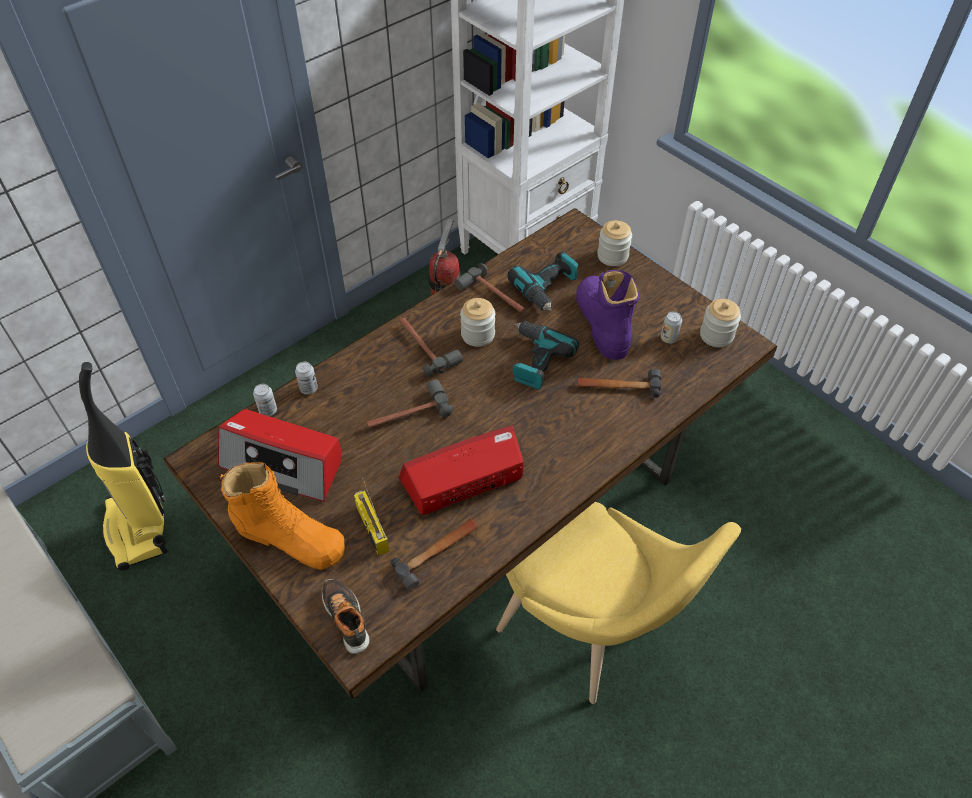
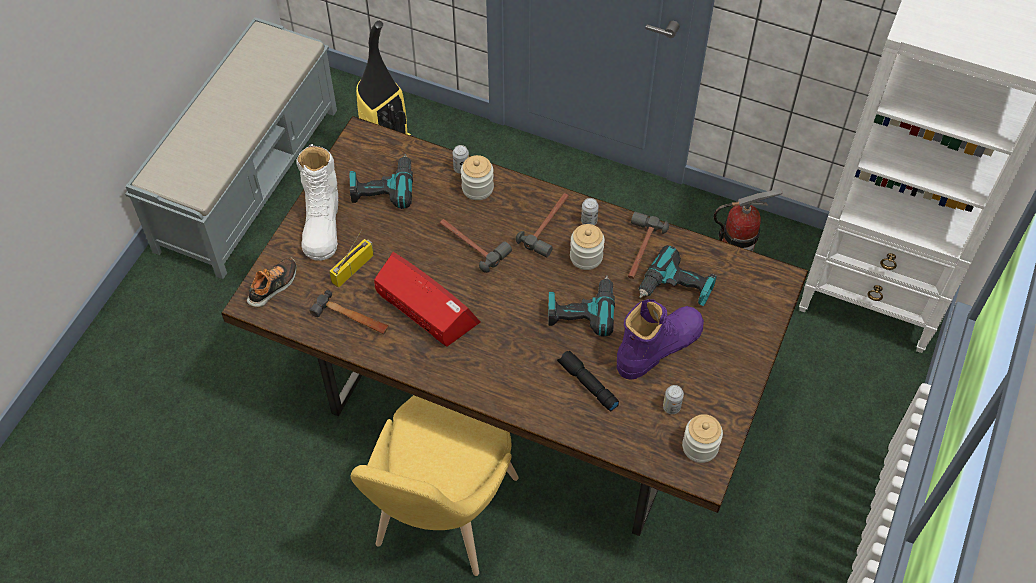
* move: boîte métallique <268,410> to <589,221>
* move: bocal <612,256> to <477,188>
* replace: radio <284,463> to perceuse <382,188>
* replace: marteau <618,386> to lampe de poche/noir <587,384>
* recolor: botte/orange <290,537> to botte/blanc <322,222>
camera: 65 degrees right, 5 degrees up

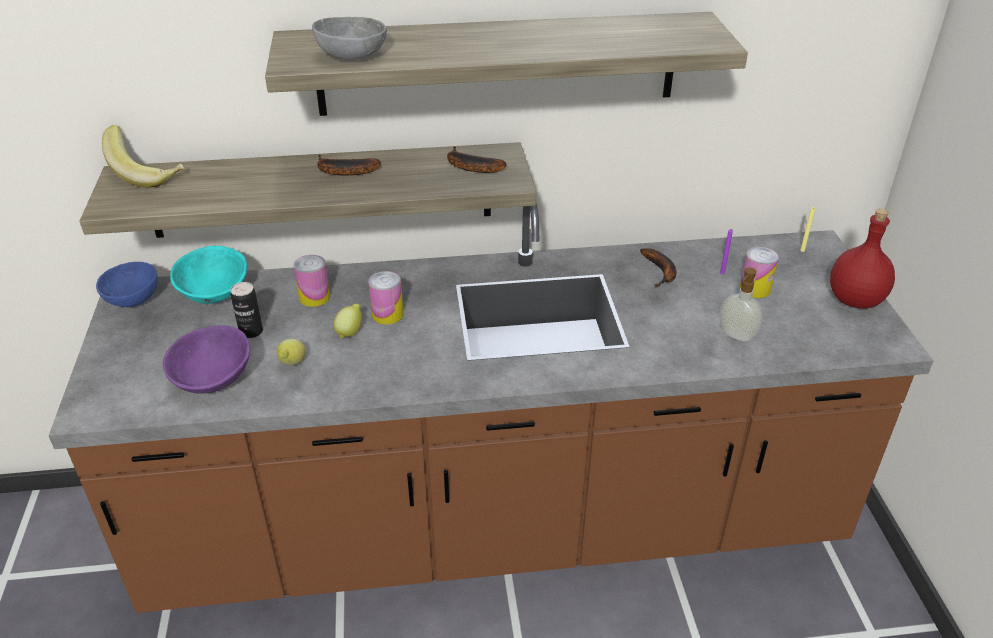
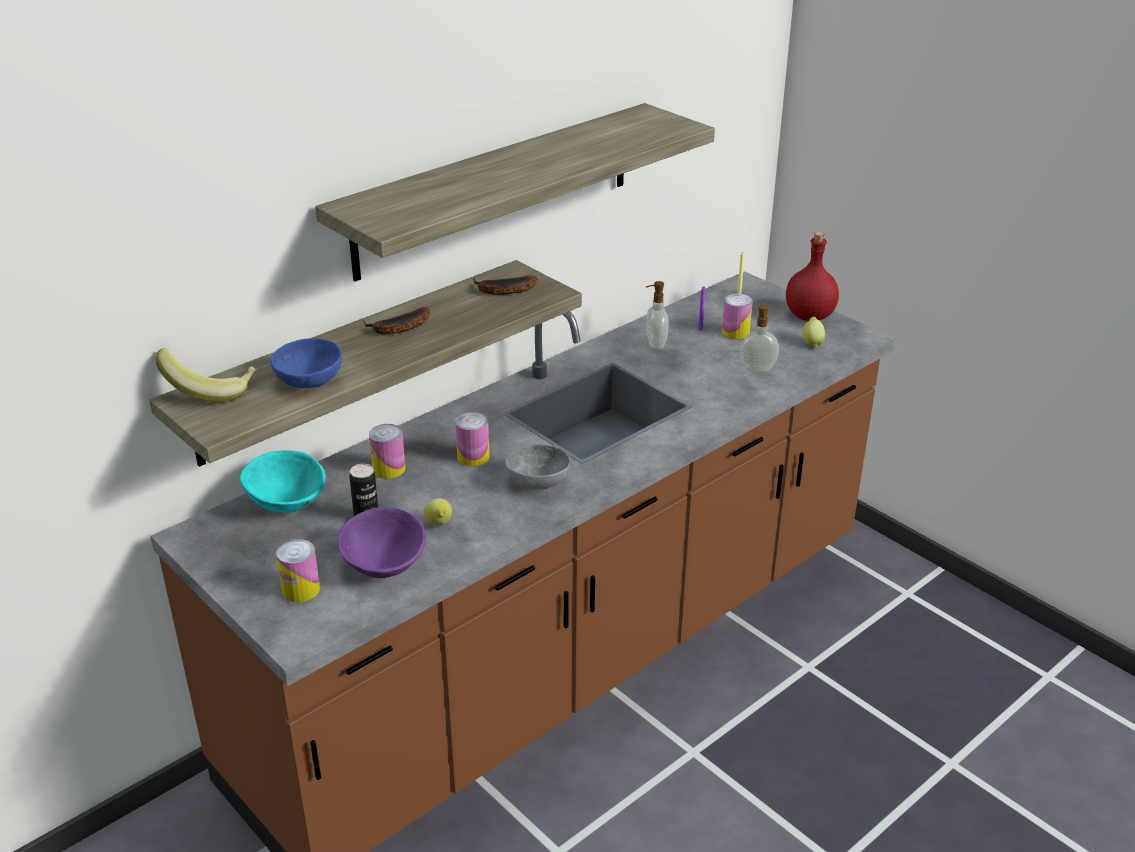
* insert: boîte métallique <301,589>
* move: bol/bleu <131,299> to <309,381>
* move: bol/gris <352,55> to <537,481>
* move: citron <350,332> to <812,343>
* replace: banane <661,271> to distributeur de savon <655,344>
camera: 35 degrees left, 5 degrees down

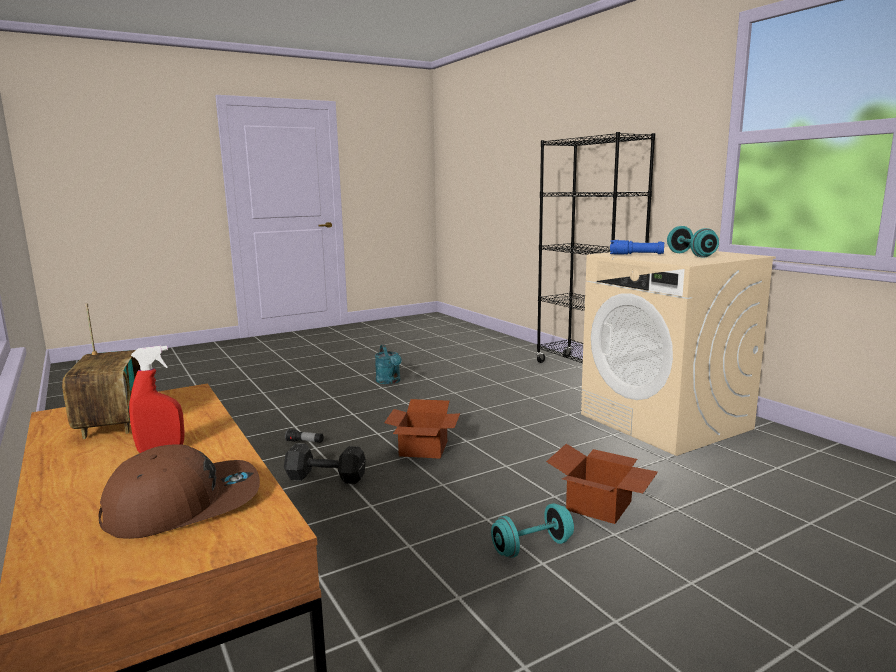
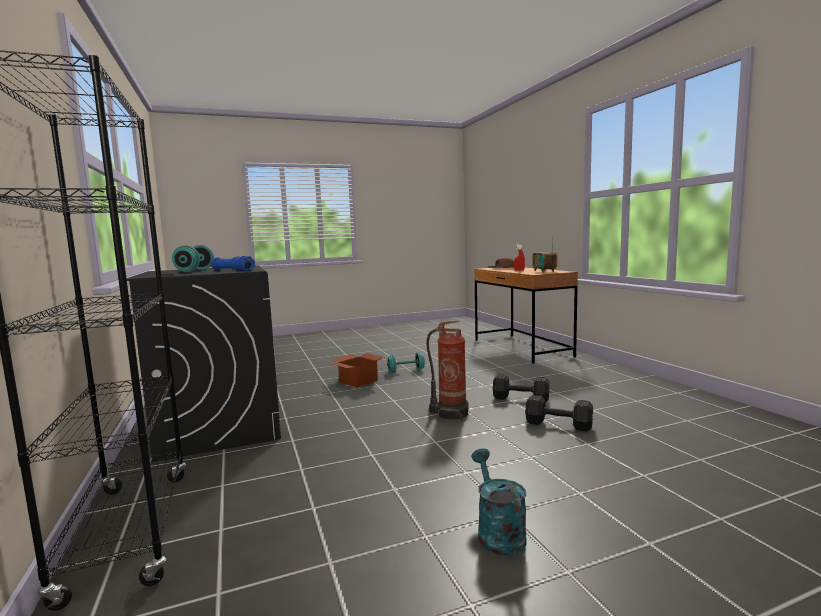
* replace: lampe de poche <305,442> to haltère/noir <560,425>
* replace: carton <422,449> to extincteur <451,413>
* recolor: lave-linge/beige <665,422> to lave-linge/noir <220,426>
camera: 170 degrees left, 5 degrees down

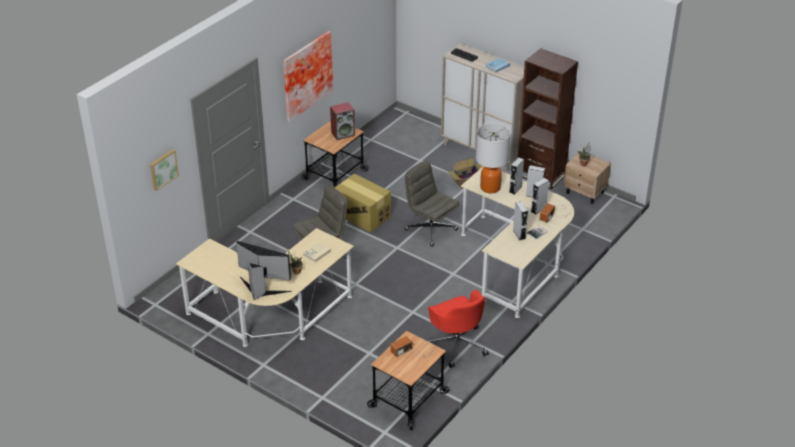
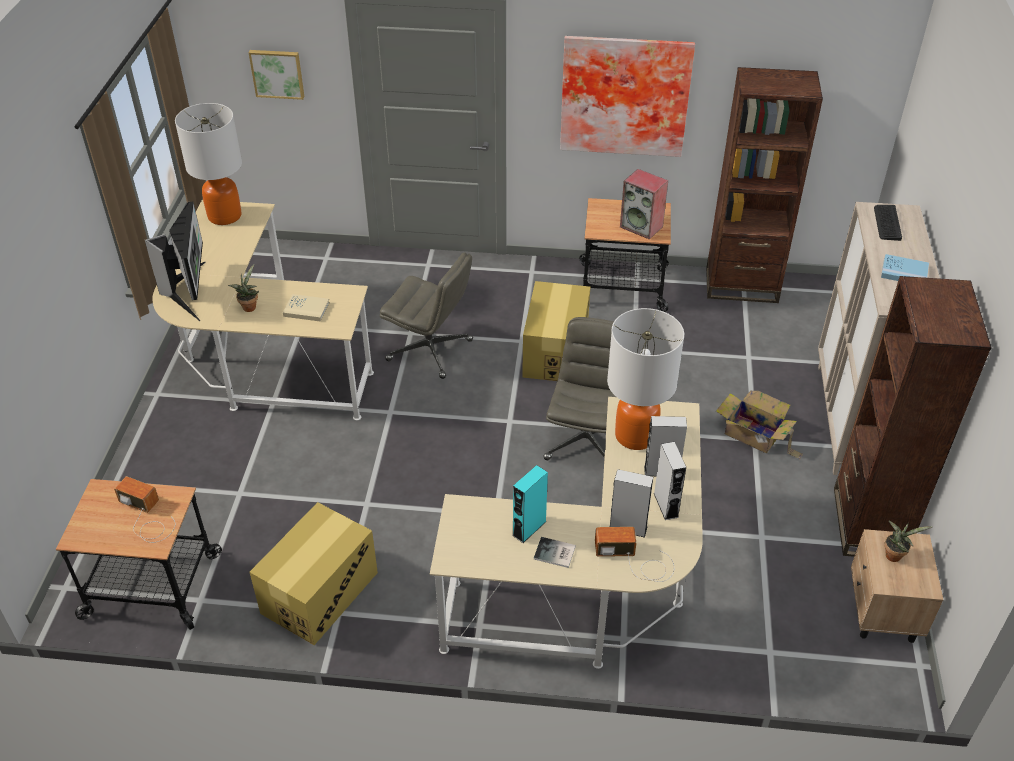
* insert: lampe de table <225,216>
* insert: bibliothèque/marron <741,285>
* replace: chaise de bureau/rouge <456,344> to carton <319,593>
* recolor: enceinte/gris <519,234> to enceinte/turquoise <529,528>
camera: 60 degrees right, 5 degrees up

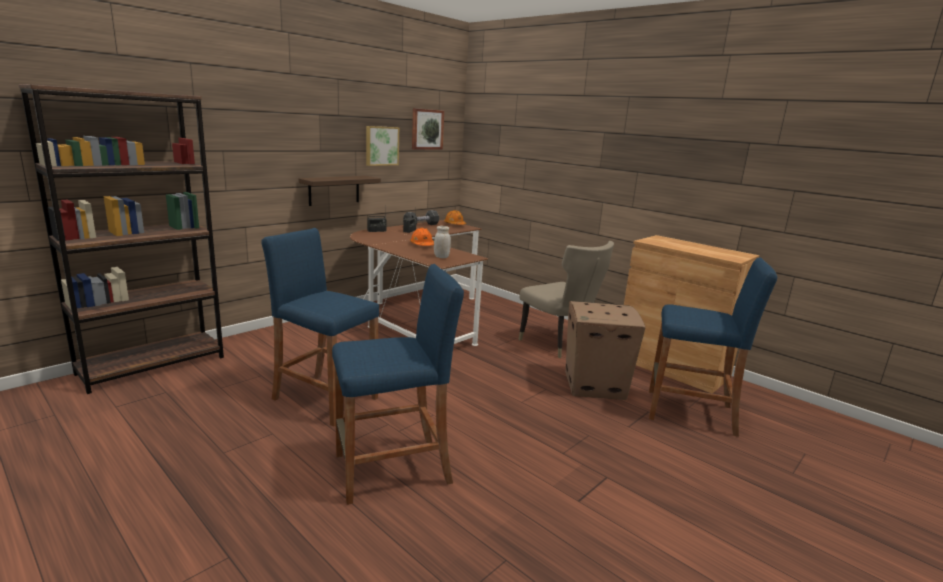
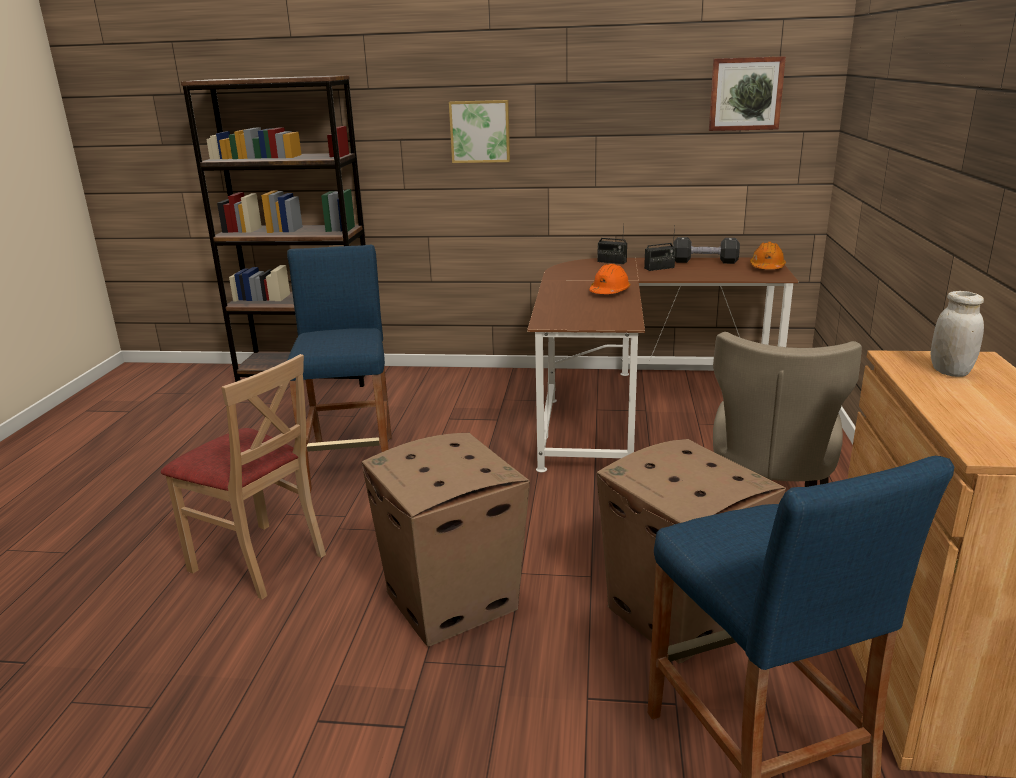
* delete: étagère <334,190>
* insert: carton <452,601>
* move: tableau <381,146> to <480,131>
* move: bocal/blanc <441,257> to <950,372>
* replace: tabouret/bleu <392,469> to chaise/beige <259,560>
camera: 55 degrees right, 5 degrees up

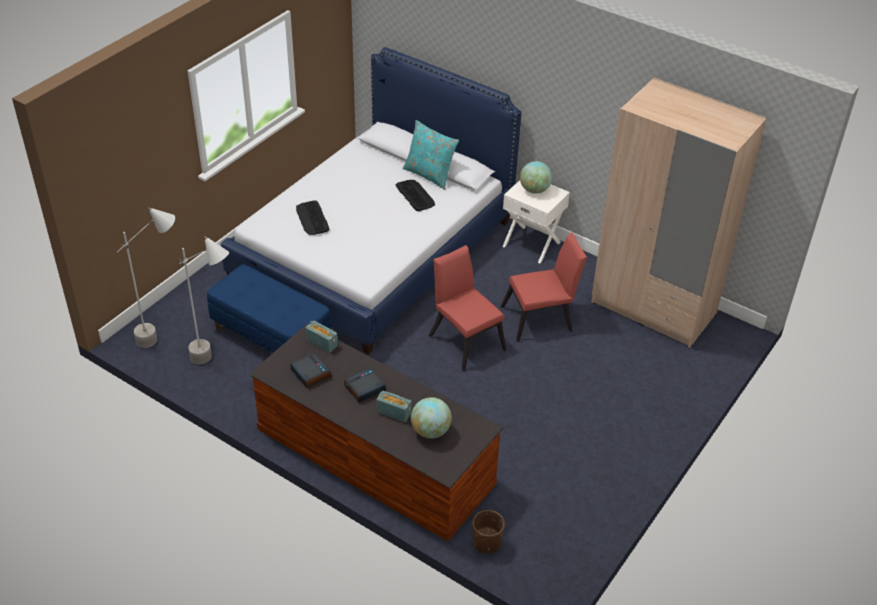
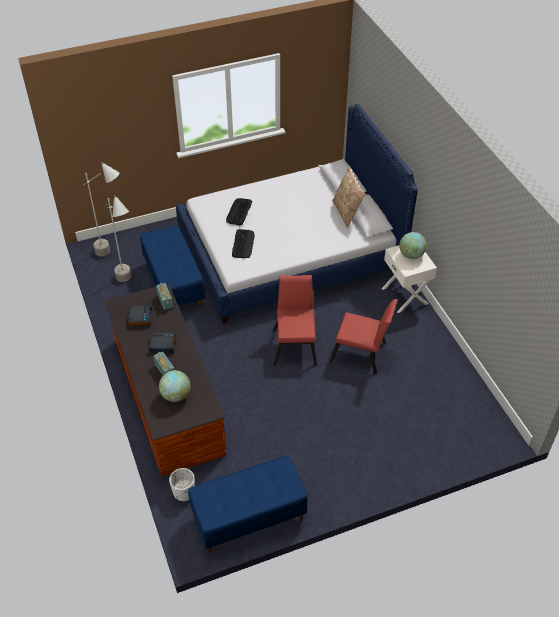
* delete: armoire/beige <653,308>
* insert: banc/bleu <248,517>
* move: clavier <415,195> to <243,244>
* recolor: coussin/turquoise <429,175> to coussin/beige <347,212>
* recolor: cache-pot/marron <486,543> to cache-pot/blanc <184,492>
camera: 35 degrees right, 5 degrees up

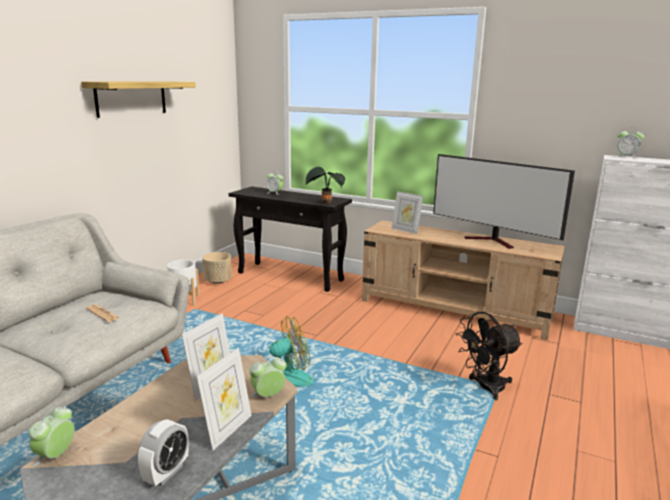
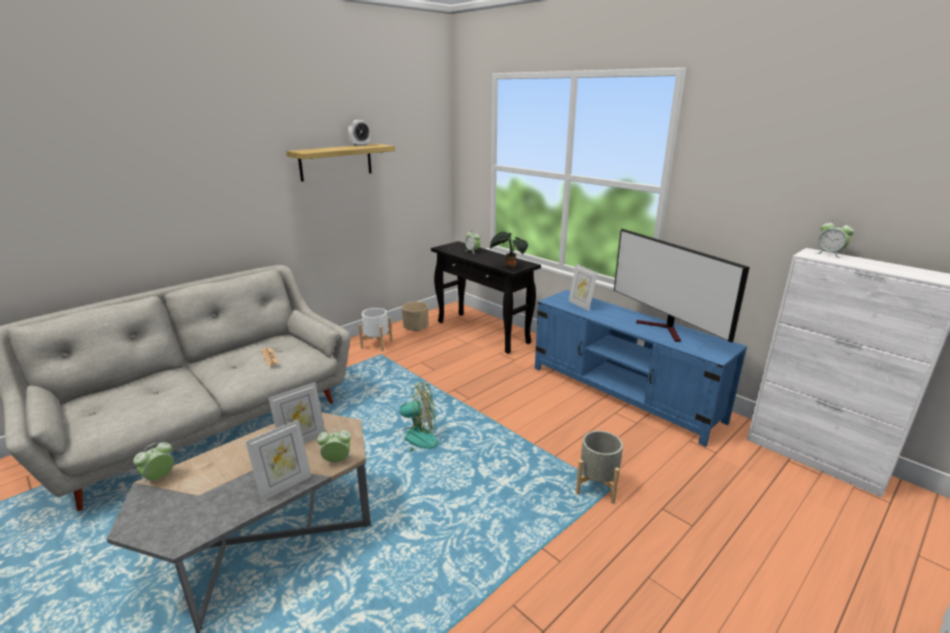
* move: réveil <166,473> to <360,145>
* replace: ventilateur/noir <485,387> to cache-pot/gris <597,486>
* recolor: meuble télé/beige <454,310> to meuble télé/bleu <623,394>
camera: 20 degrees right, 5 degrees up

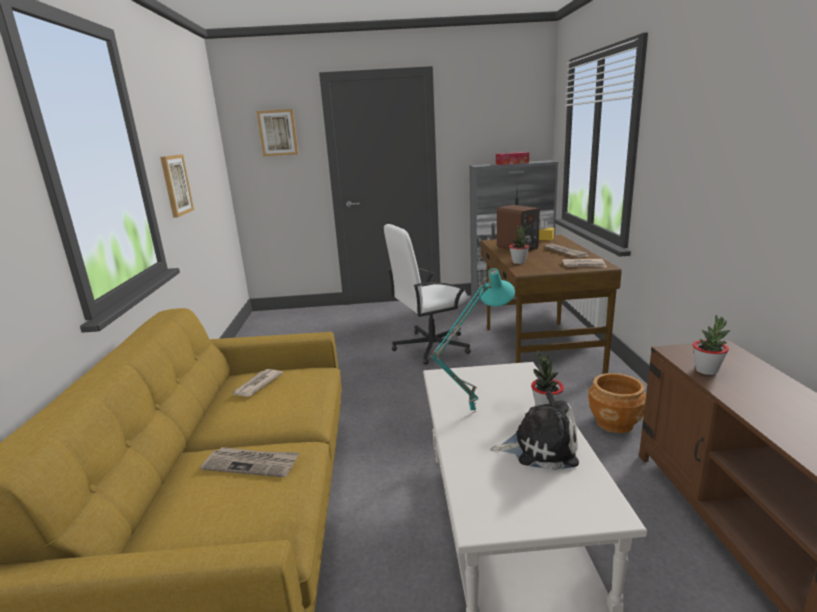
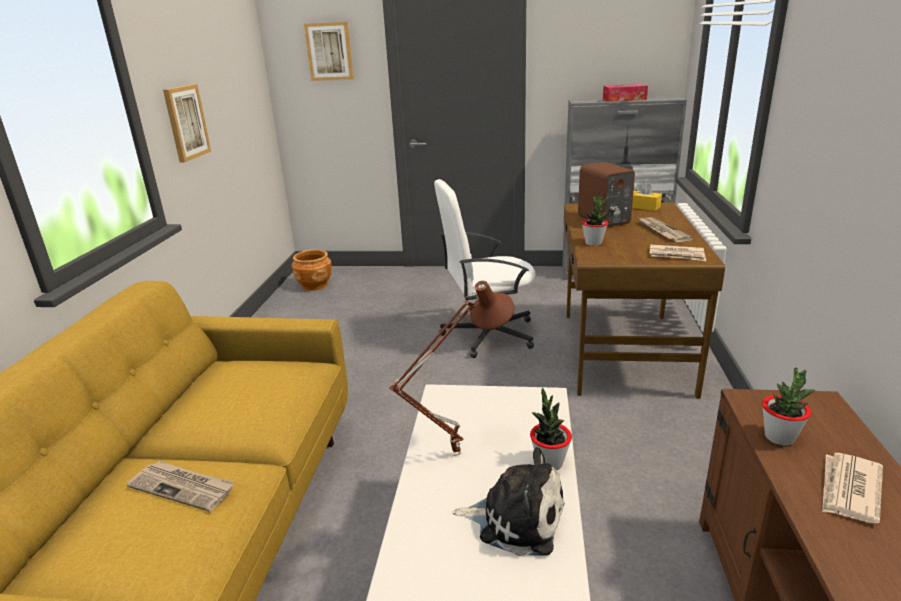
* move: journal <257,385> to <849,490>
* move: cache-pot/marron <615,423> to <315,285>
* recolor: lampe de table/turquoise <471,411> to lampe de table/marron <456,452>
camera: 10 degrees right, 5 degrees up

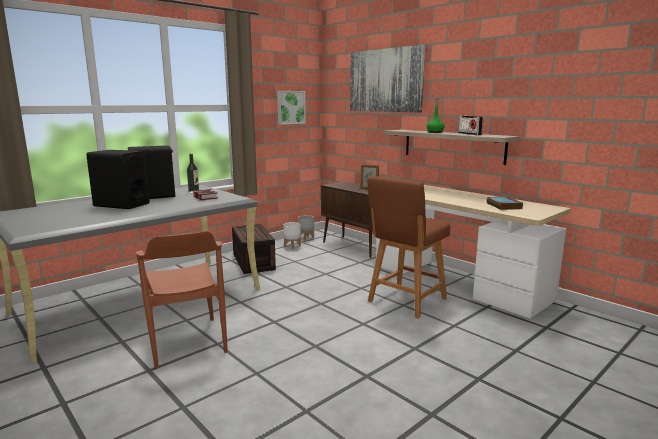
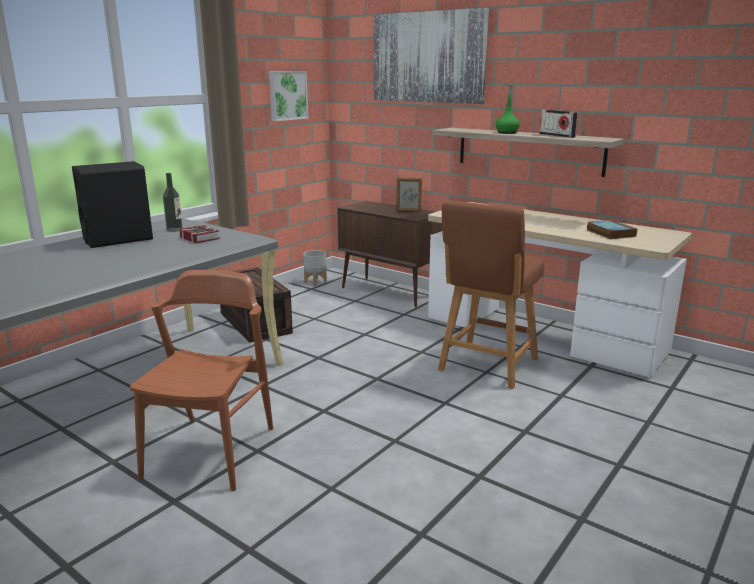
* delete: enceinte/noir <121,205>
* delete: cache-pot/blanc <292,246>
* rotate: chaise/marron <186,341> = <211,452> 135 degrees counterclockwise
camera: 10 degrees left, 5 degrees up

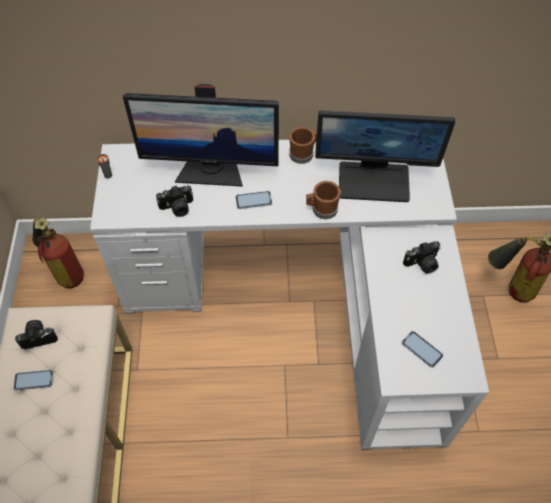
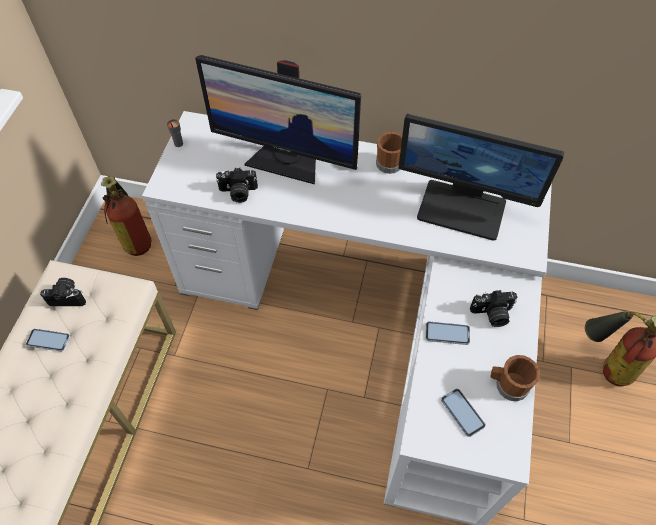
* move: téléphone <253,200> to <447,333>
* move: mug/marron <321,209> to <508,385>
camera: 15 degrees right, 0 degrees up

